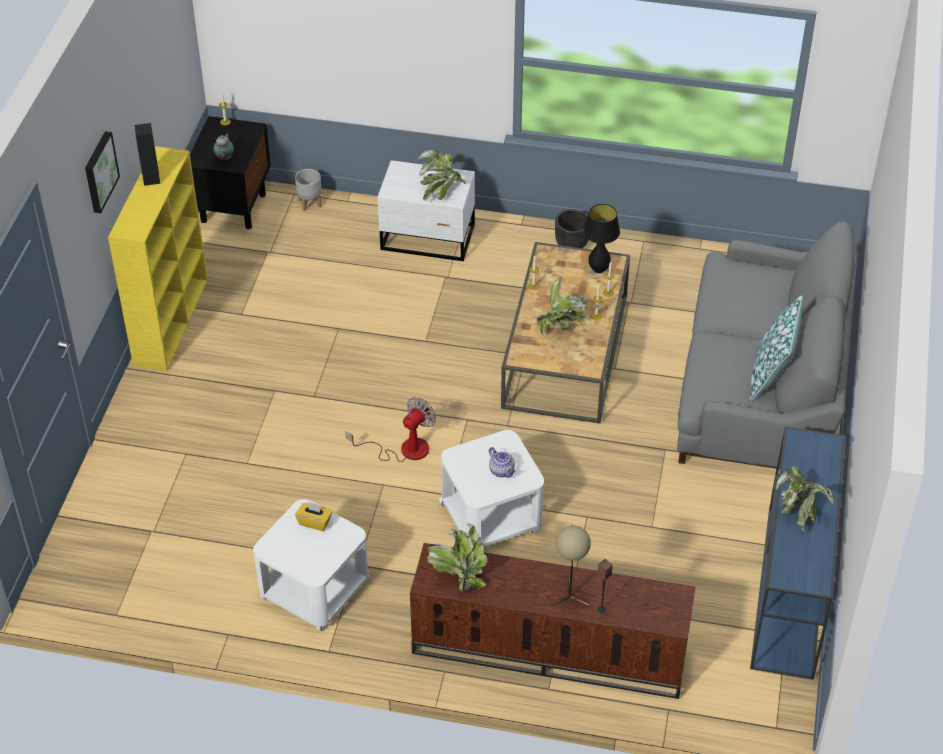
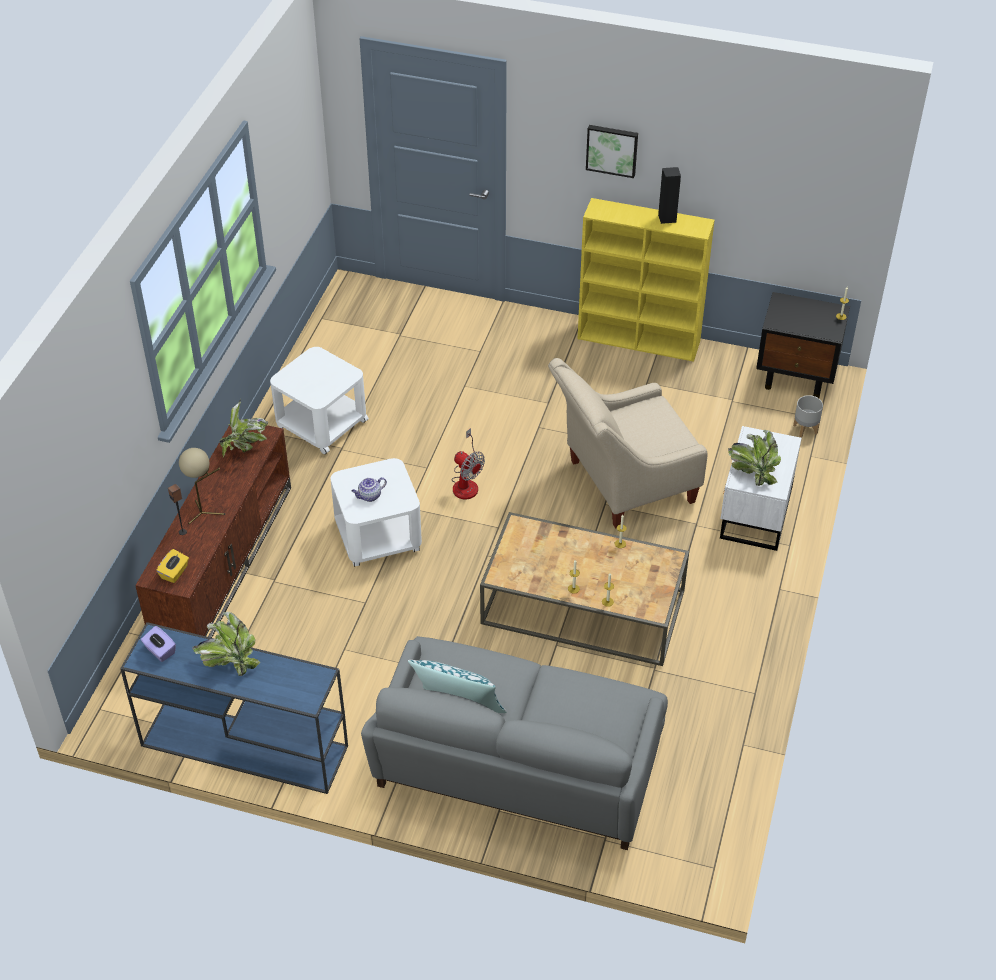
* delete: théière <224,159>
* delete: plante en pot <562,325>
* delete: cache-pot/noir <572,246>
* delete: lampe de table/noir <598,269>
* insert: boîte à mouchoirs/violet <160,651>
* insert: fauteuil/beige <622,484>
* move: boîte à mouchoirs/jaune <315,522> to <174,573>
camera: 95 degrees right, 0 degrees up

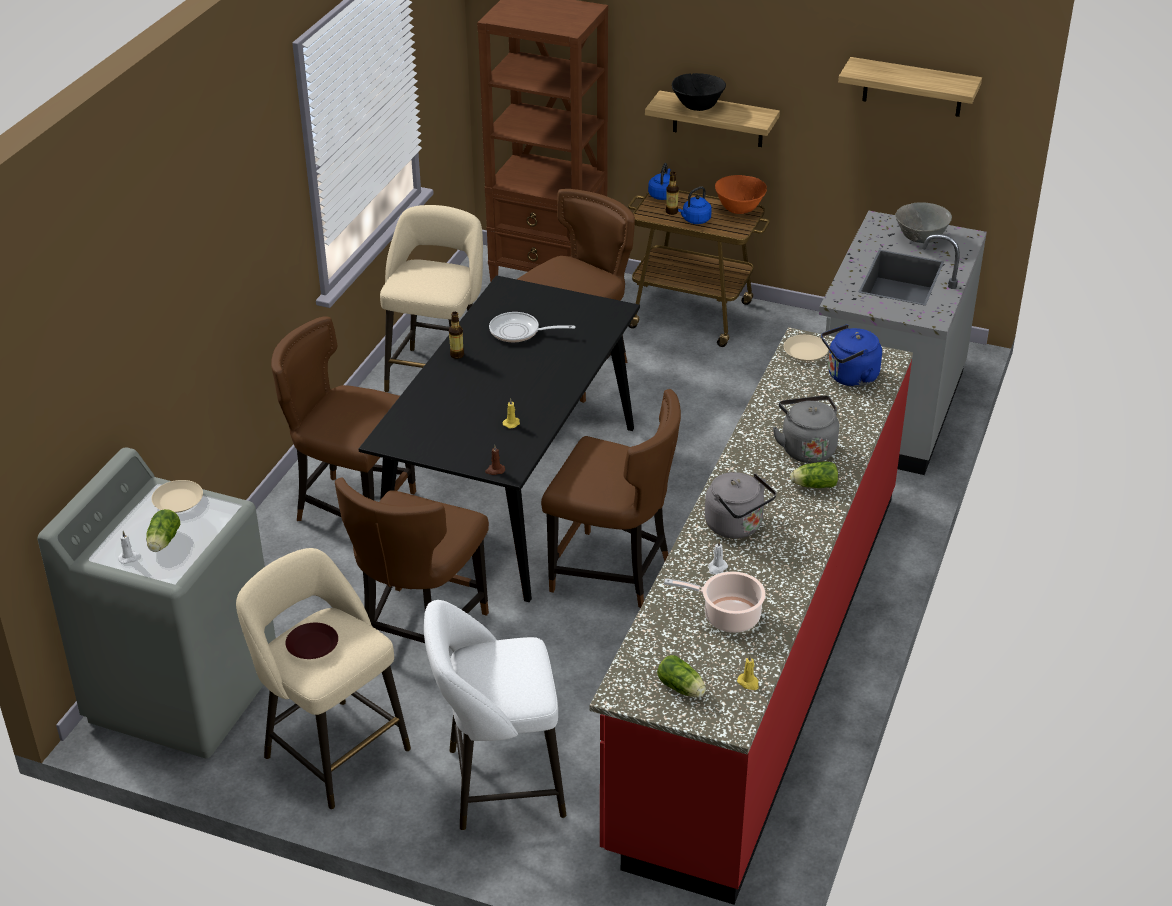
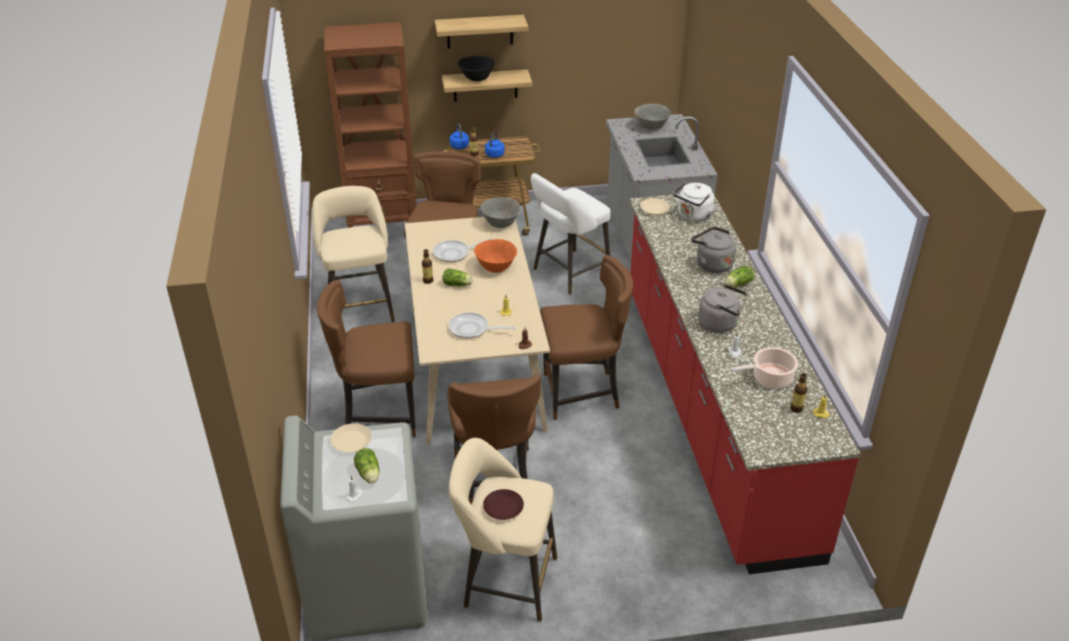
* insert: poêle <472,329>
* insert: bol/gris <500,224>
* insert: bouteille <796,409>
* move: tabouret/blanc <498,784> to <568,274>
* move: laitue <682,689> to <458,285>
* move: bol/orange <739,209> to <495,267>
* move: étagère <913,87> to <479,31>
* recolor: table à manger/noir <511,493> to table à manger/beige <476,367>
* recolor: bouilloire/bleu <849,377> to bouilloire/blanc <693,216>
camera: 30 degrees left, 0 degrees up

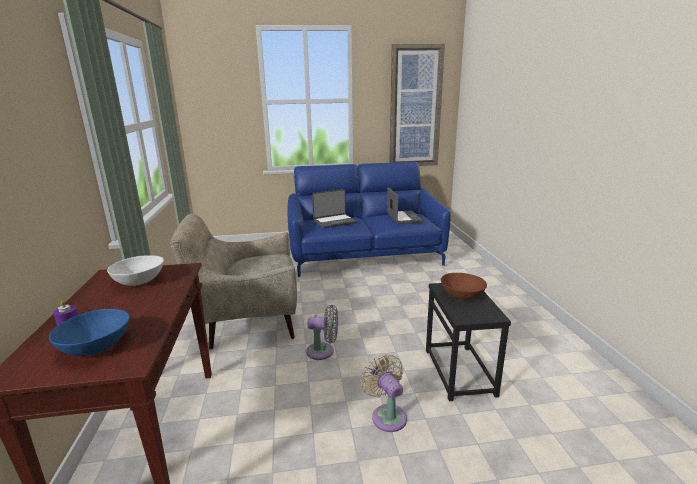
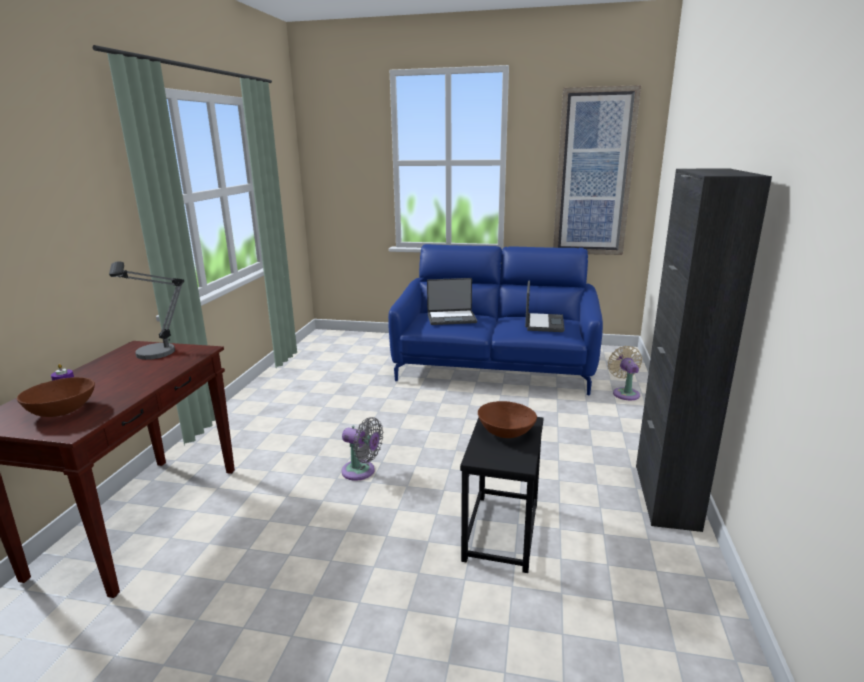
* delete: fauteuil/beige <247,322>
* insert: meuble de rangement/noir <666,496>
* move: ventilateur/beige <387,415> to <625,393>
* replace: bol/blanc <140,281> to lampe de table <153,356>
* recolor: bol/bleu <97,346> to bol/marron <62,411>
camera: 20 degrees right, 0 degrees up

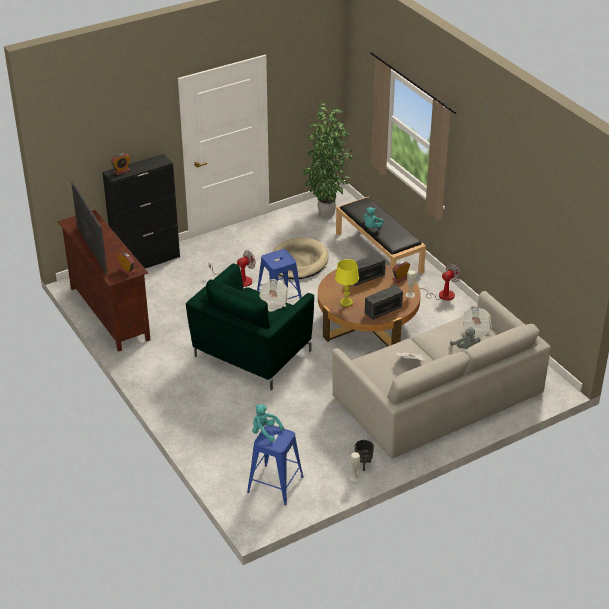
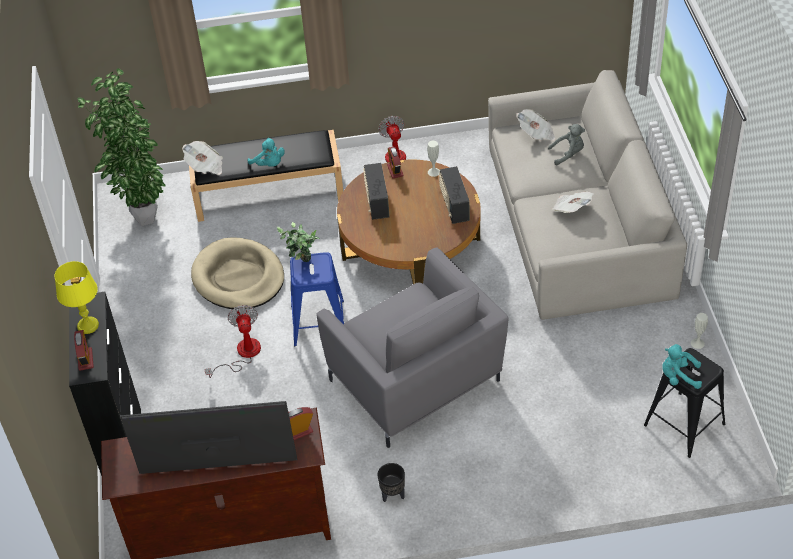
* insert: plante en pot <302,264>
* move: journal <274,302> to <205,166>
* move: lampe de table/jaune <346,303> to <88,325>
* move: cache-pot/noir <363,465> to <393,495>
* recolor: fauteuil/vert <251,354> to fauteuil/gris <415,382>
* recolor: tabouret/bleu <275,484> to tabouret/noir <684,424>
* rotate: peluche/turquoise <265,432> = <678,377> 45 degrees clockwise
camera: 65 degrees left, 10 degrees up

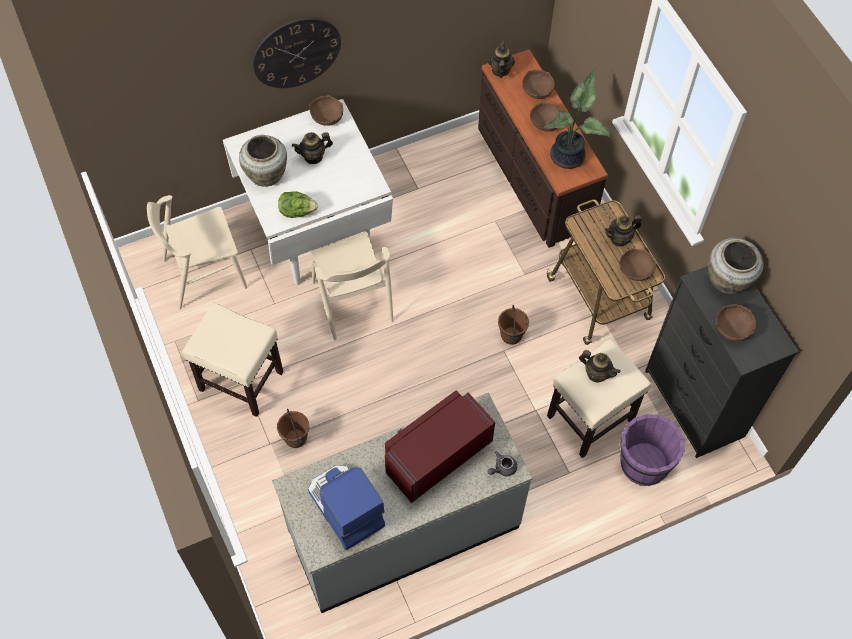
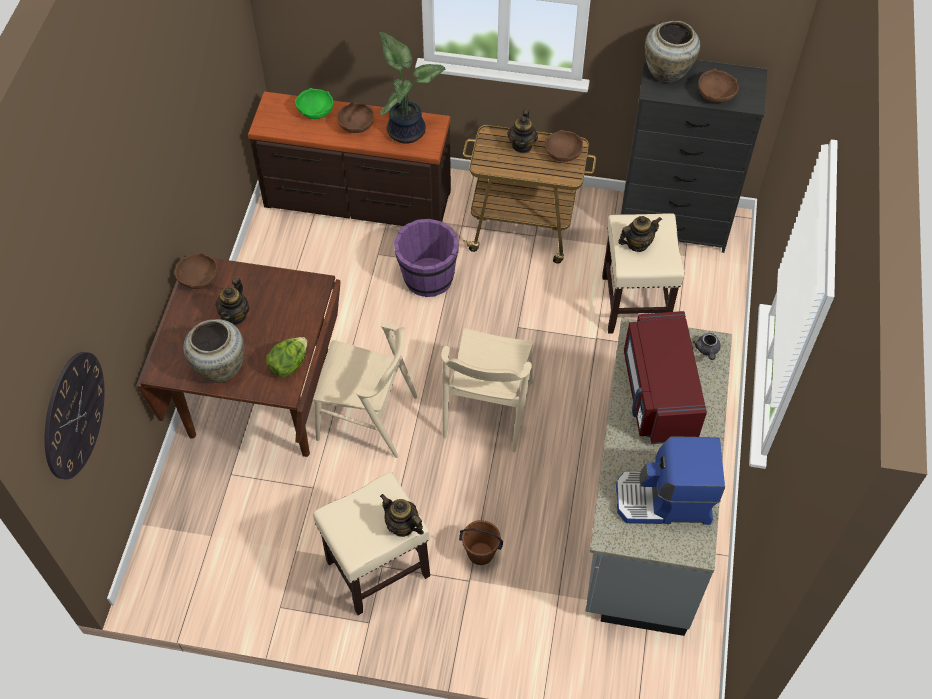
* delete: seau/marron <511,335>
* move: chaise/beige <204,273> to <487,409>
* move: horloge murale <296,52> to <73,415>
* move: théière <500,70> to <402,525>
* move: seau/violet <643,463> to <427,278>
* recolor: table à manger/blanc <316,231> to table à manger/marron <261,404>
* recolor: bol/marron <537,91> to bol/vert <316,111>
camera: 55 degrees left, 5 degrees down

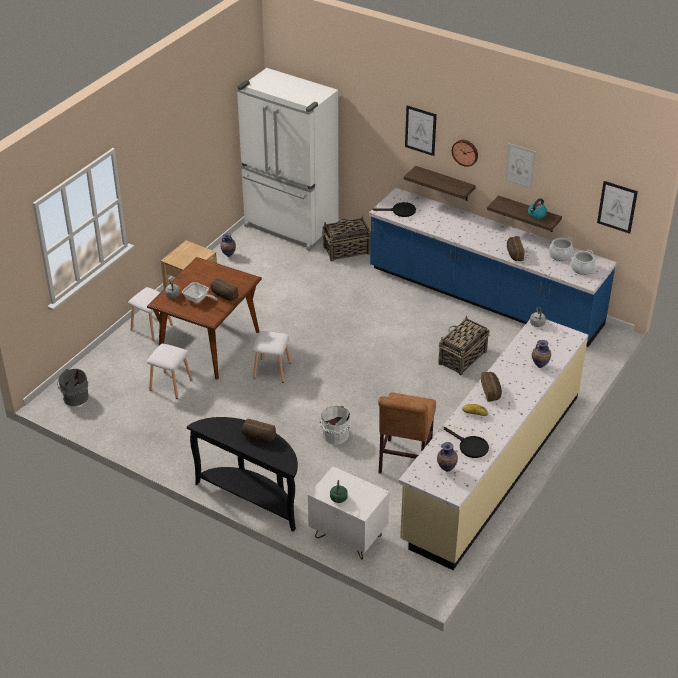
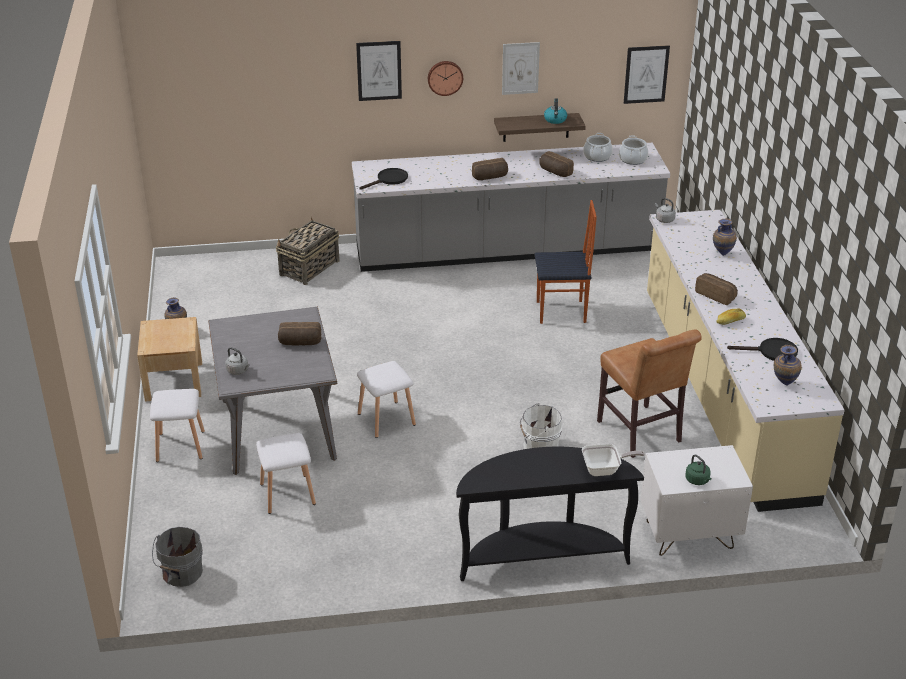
* delete: réfrigérateur/blanc <290,227>
* delete: étagère <444,184>
* move: poêle <198,300> to <605,470>
* move: pain <258,437> to <490,177>
* replace: panier <462,358> to chaise <561,312>
* recolor: table à manger/marron <209,345> to table à manger/gris <278,430>
* recolor: comptoir de cuisine/bleu <484,298> to comptoir de cuisine/gris <507,250>
camera: 40 degrees left, 5 degrees down

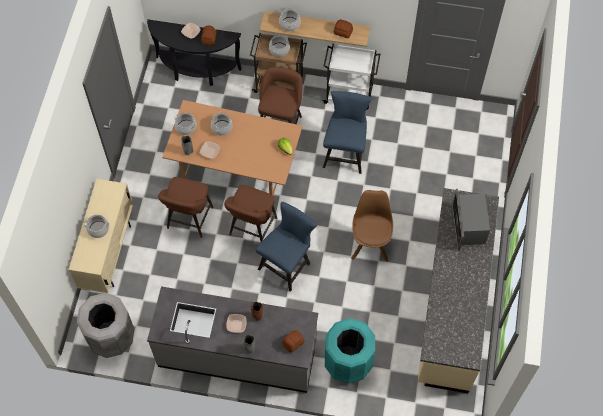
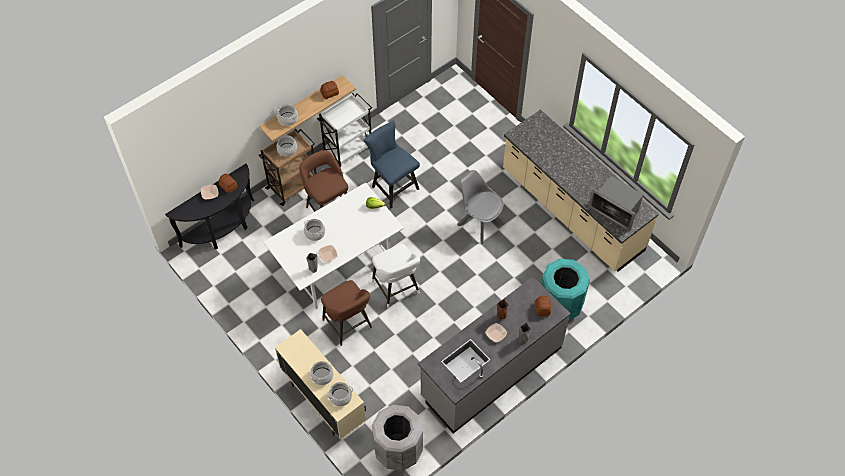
* delete: chaise/bleu <287,264>
* move: marmite <186,127> to <340,397>
* move: micro-ondes <468,226> to <615,210>
* recolor: table à manger/marron <237,170> to table à manger/blanc <338,264>
* recolor: tabouret/marron <252,229> to tabouret/blanc <397,289>
* recolor: chaise/marron <370,242> to chaise/gris <479,223>
camera: 50 degrees left, 5 degrees down

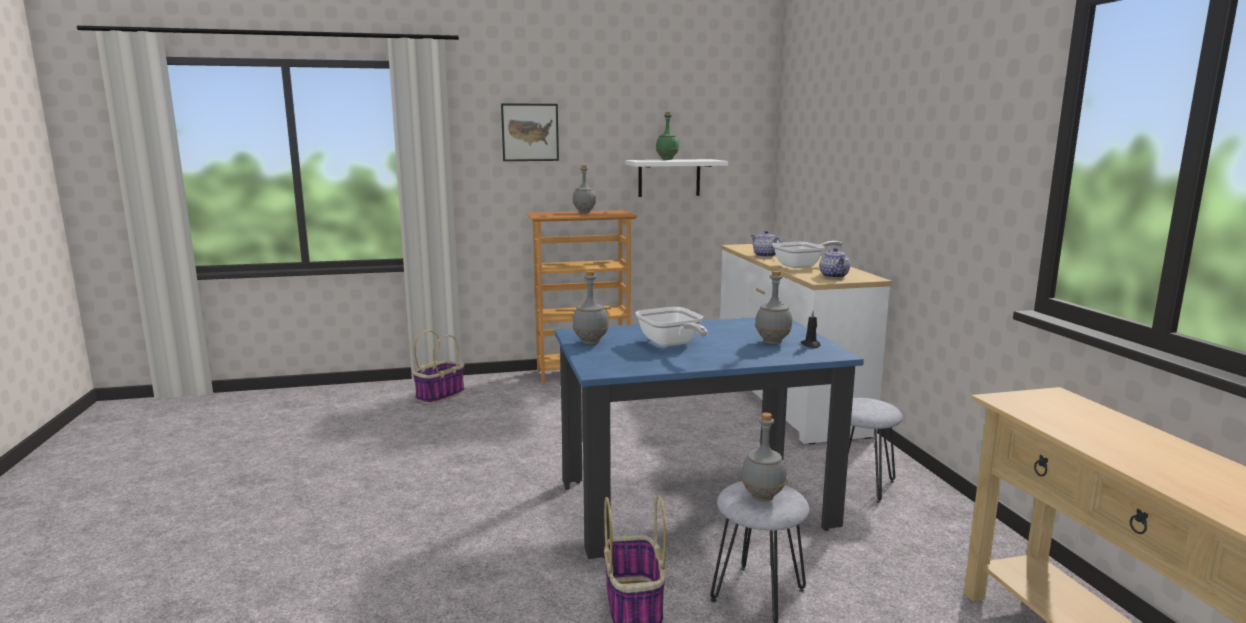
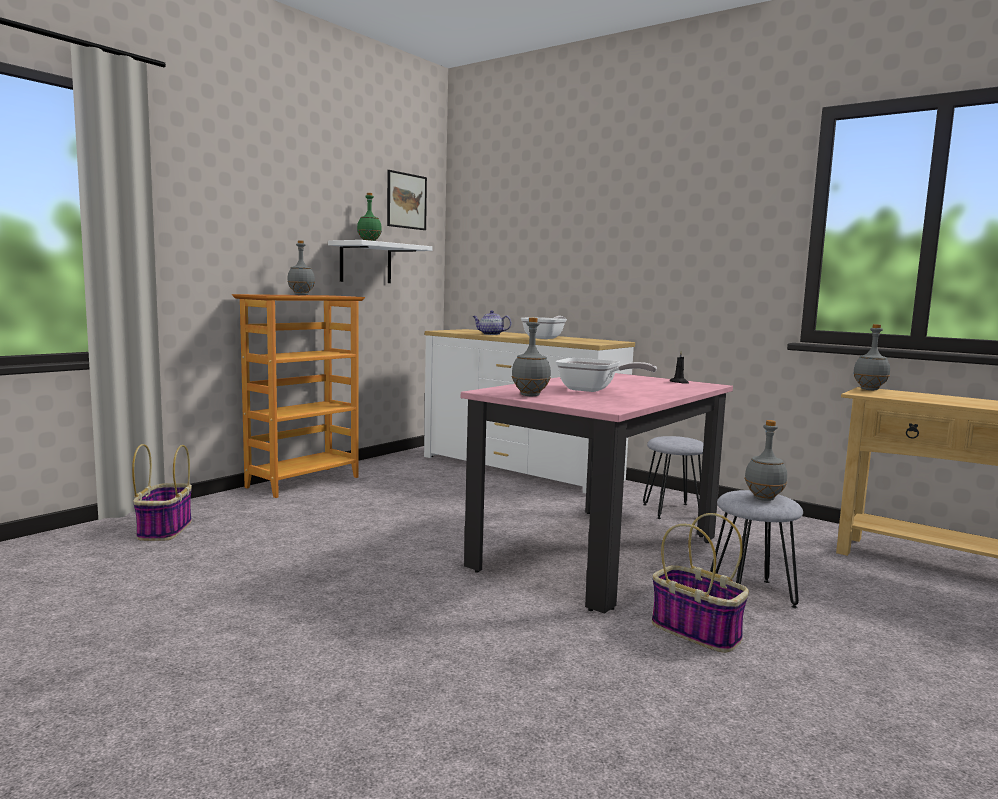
* delete: théière <834,276>
* move: tableau <530,132> to <406,201>
* move: bouteille/gris <773,342> to <869,389>
* recolor: table à manger/bleu <694,504> to table à manger/rose <597,552>
camera: 40 degrees left, 5 degrees down

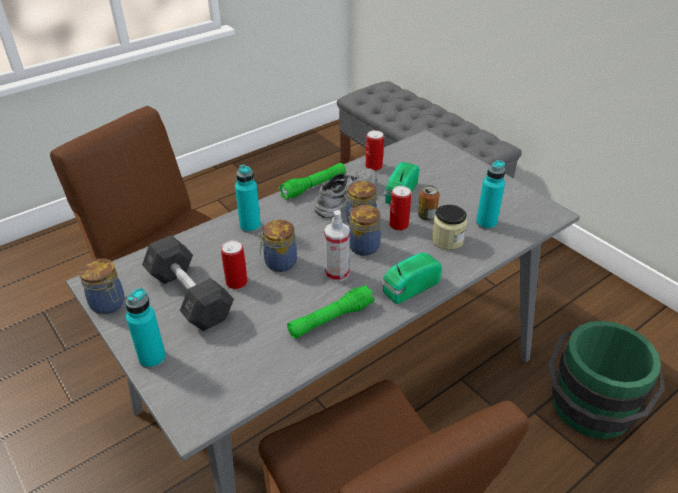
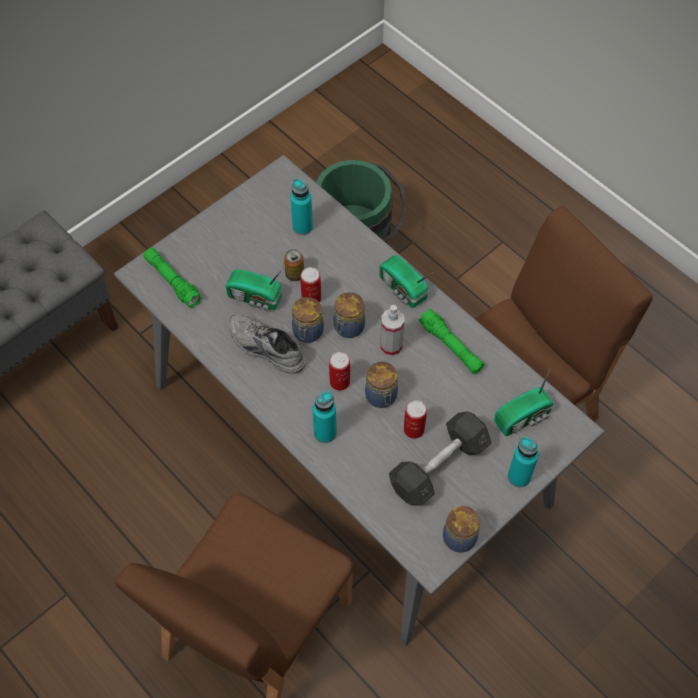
* delete: bocal <447,240>
* insert: radio <524,417>
* move: lampe de poche/vert <313,187> to <172,281>
* move: boîte métallique <373,166> to <339,382>
camera: 95 degrees left, 20 degrees up

